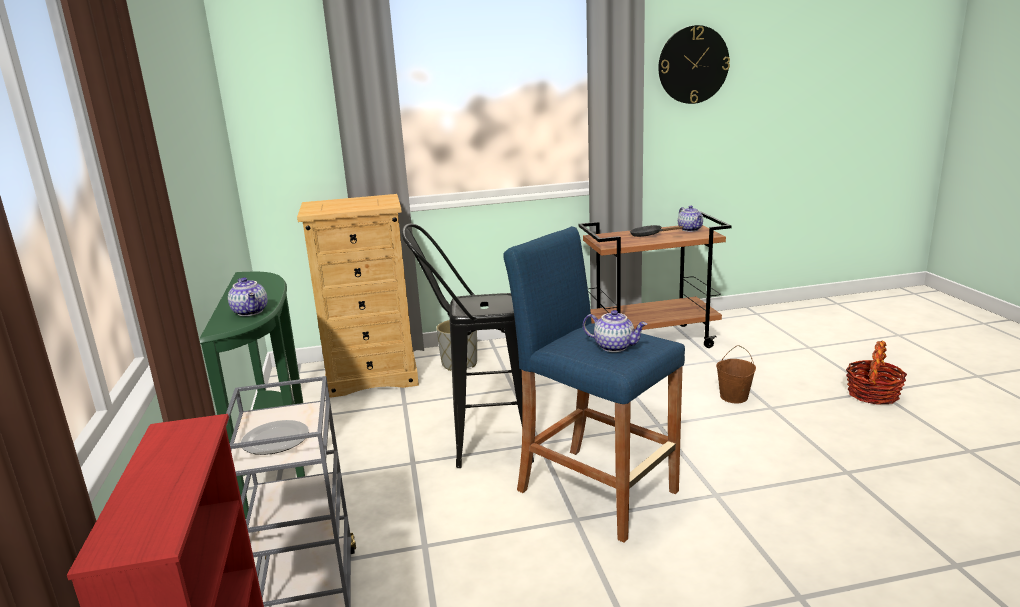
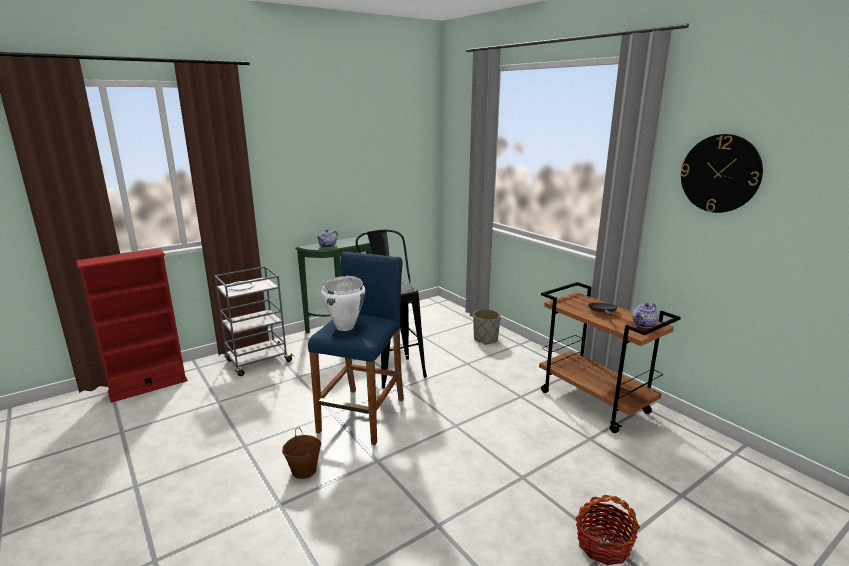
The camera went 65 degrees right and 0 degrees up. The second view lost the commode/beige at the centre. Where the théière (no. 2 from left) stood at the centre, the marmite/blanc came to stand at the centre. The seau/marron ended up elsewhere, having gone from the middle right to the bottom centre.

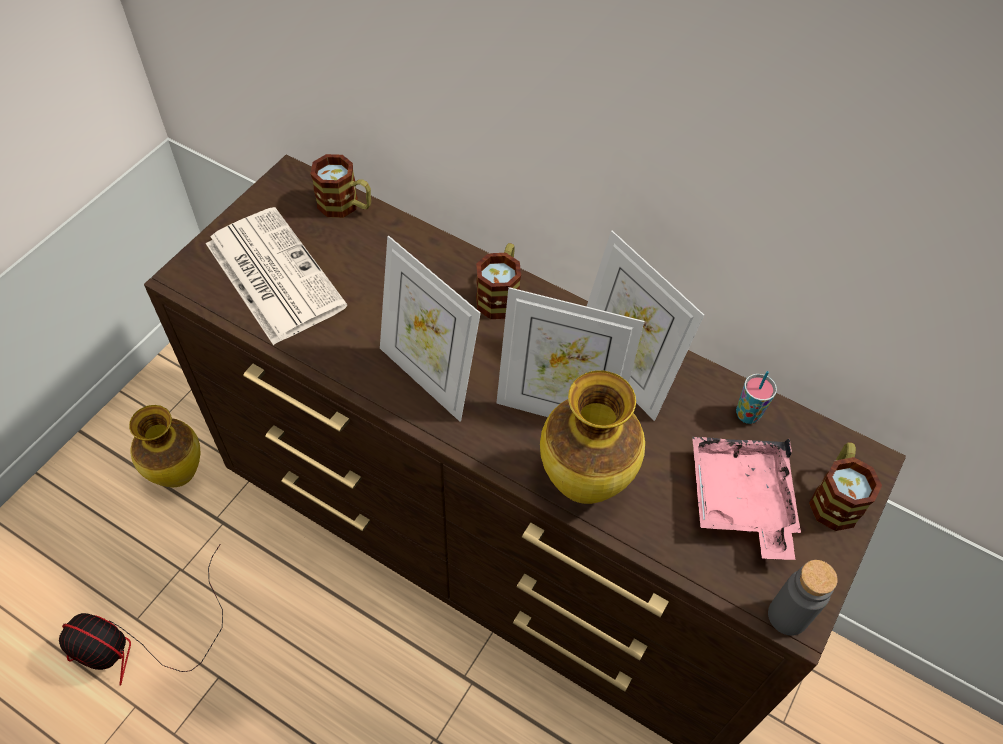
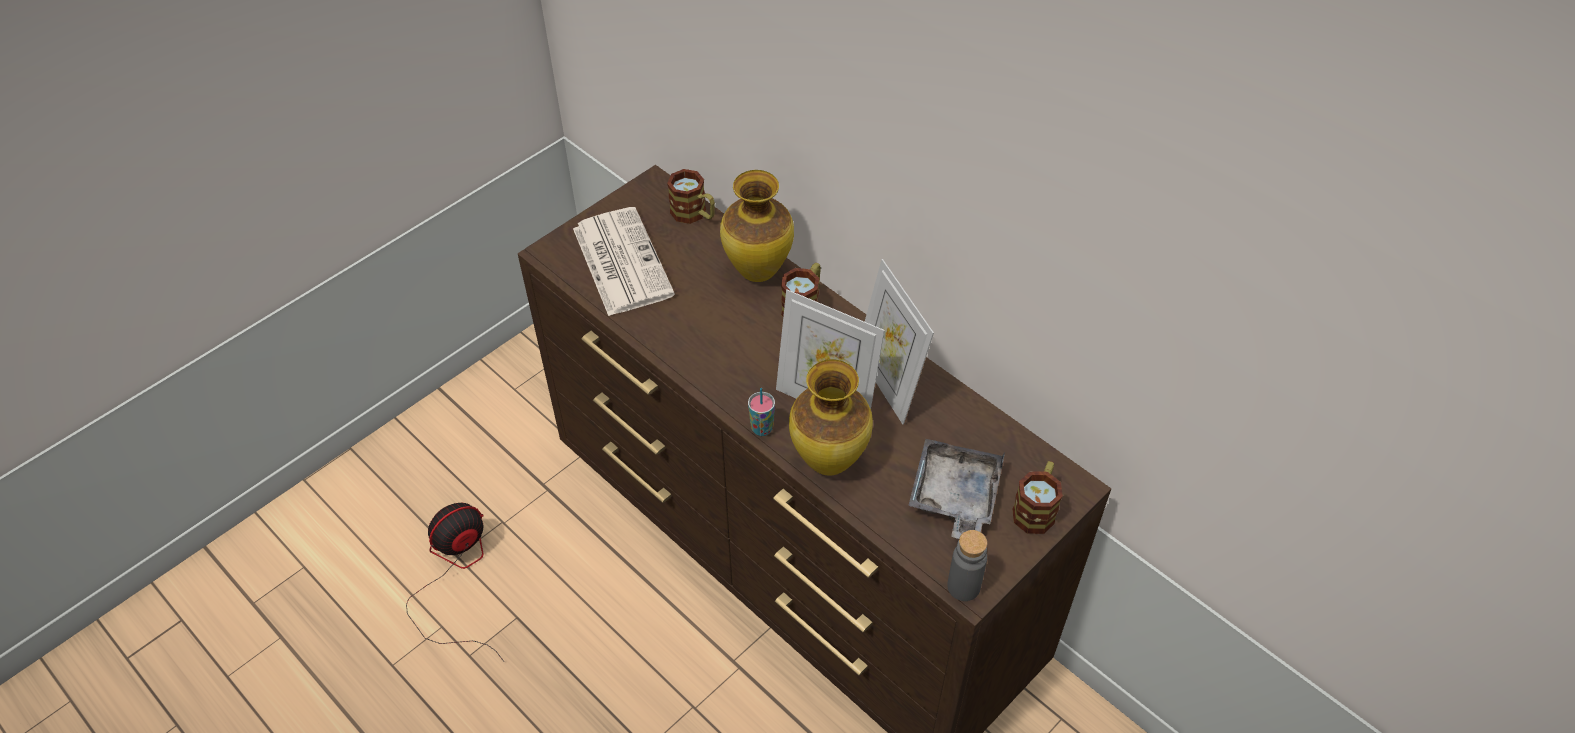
The camera went 15 degrees right and 5 degrees down. The second view lost the cadre photo (no. 1 from left) at the centre. The tasse ended up elsewhere, having gone from the middle right to the centre. The vase (no. 1 from left) ended up elsewhere, having gone from the middle left to the top centre. What was the plateau/rose at the bottom right turned into the plateau/gris at the bottom centre. The ventilateur at the bottom left ended up facing another way, 105 degrees clockwise from before.

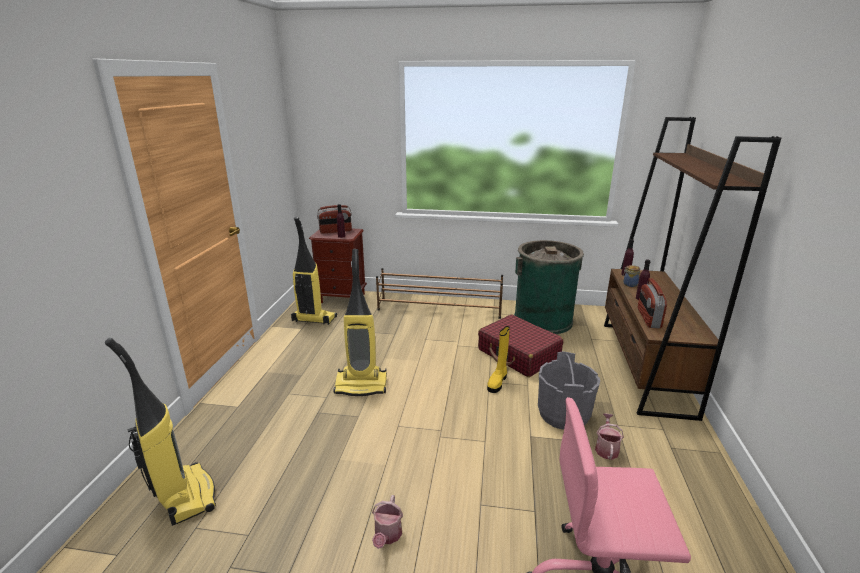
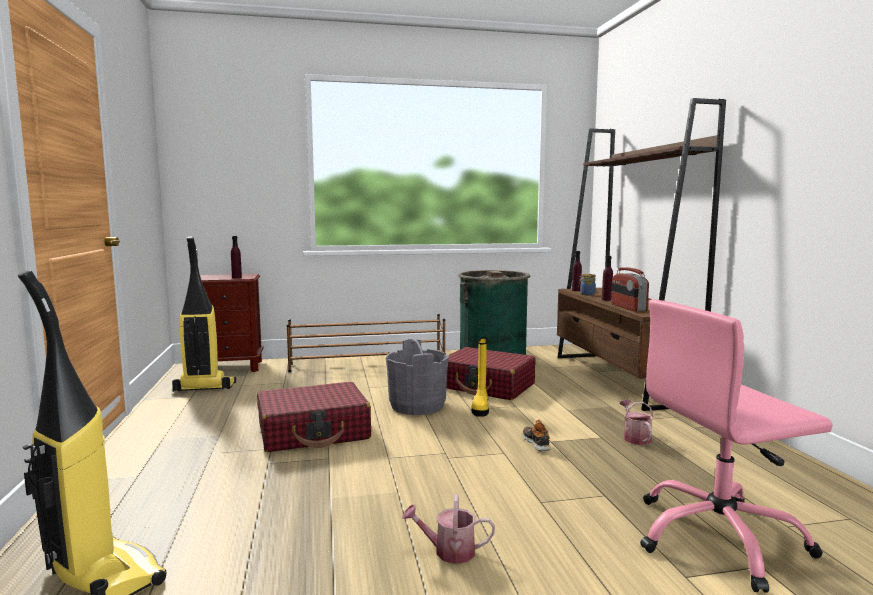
The camera went 20 degrees left and 15 degrees down. The second view lost the radio (no. 1 from left) at the centre. Where the aspirateur (no. 3 from left) stood at the centre, the valise/rouge (no. 1 from left) came to stand at the bottom centre. The seau/gris ended up elsewhere, having gone from the bottom centre to the centre. The arrosoir (no. 1 from left) at the bottom centre ended up facing another way, 105 degrees clockwise from before. The second view gained the chaussure at the bottom centre.

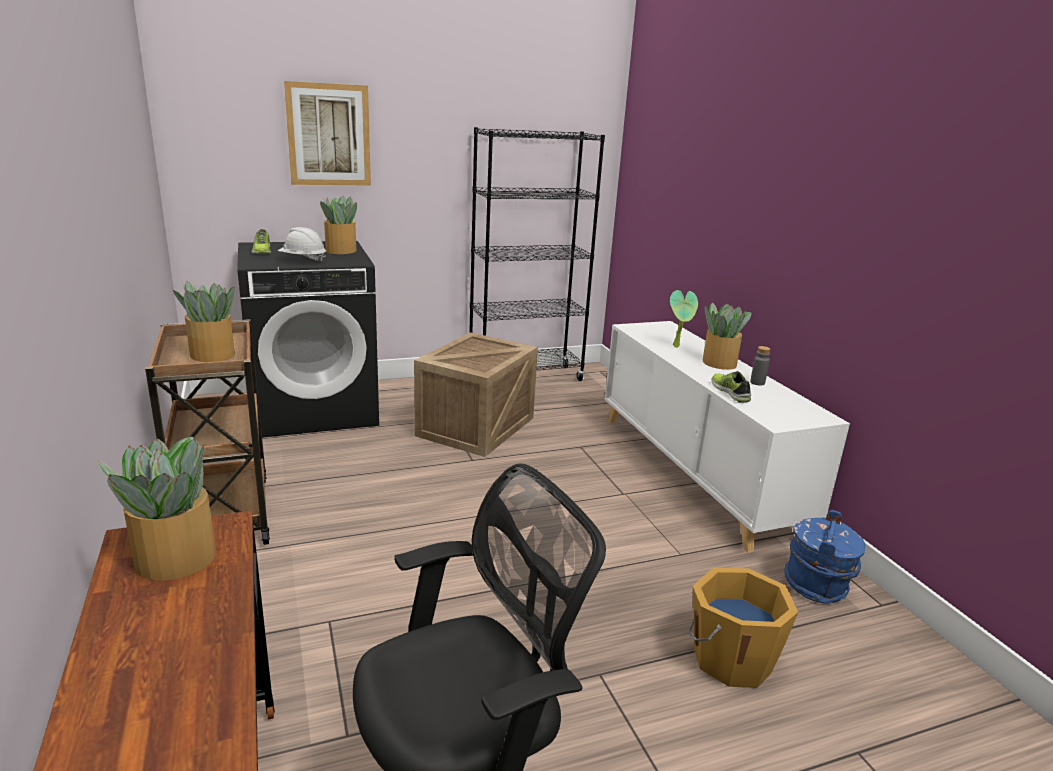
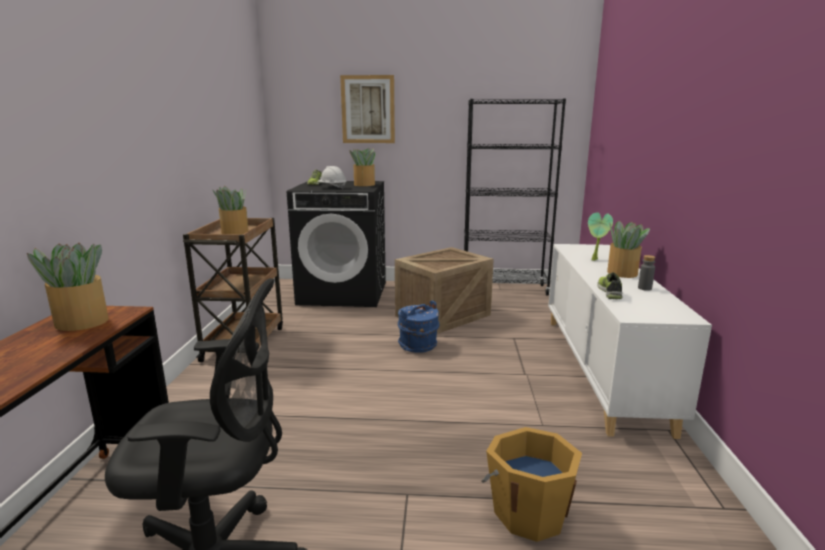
The camera went 25 degrees right and 5 degrees down. The seau/bleu ended up elsewhere, having gone from the bottom right to the centre.

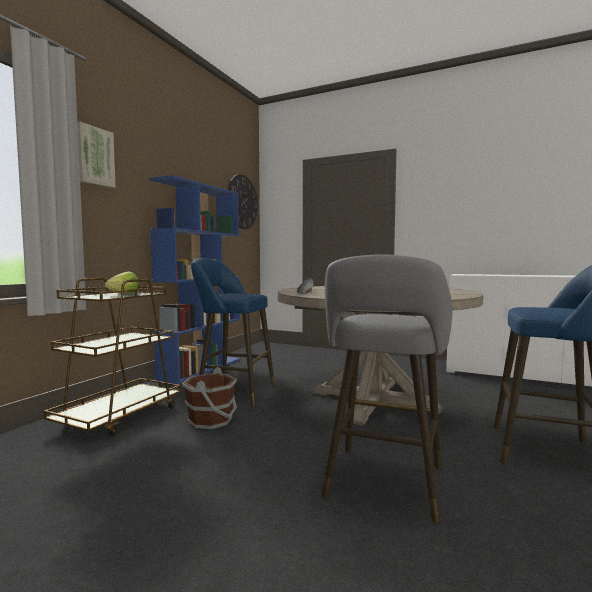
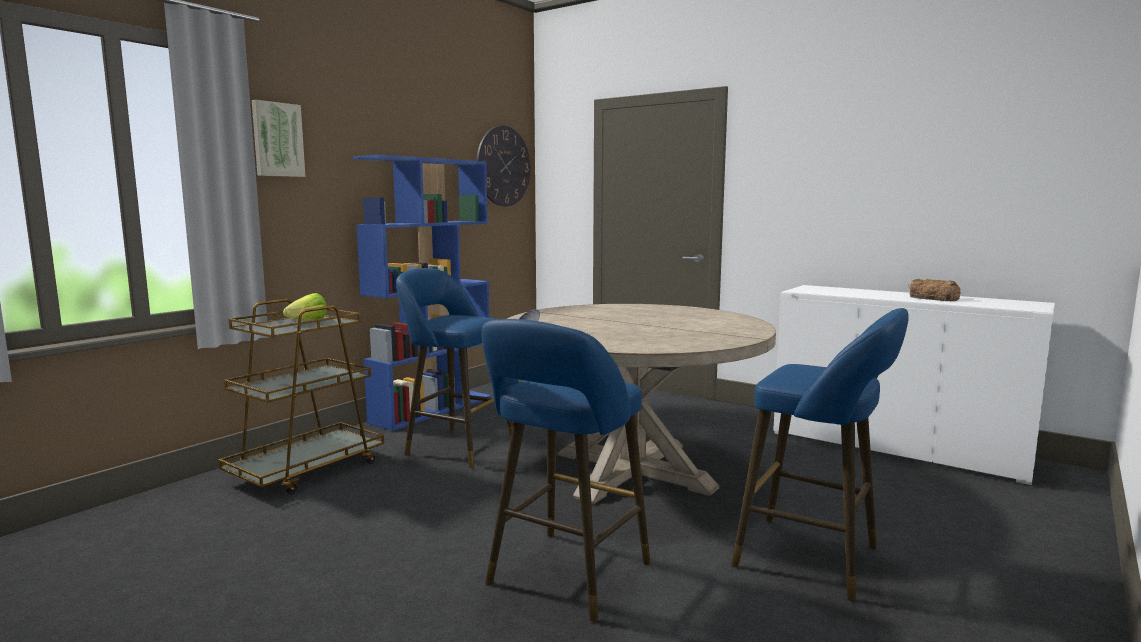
The camera went 10 degrees right and 5 degrees up. What was the tabouret/gris at the centre turned into the tabouret/bleu (no. 2 from left) at the bottom centre. The second view lost the seau/marron at the bottom centre. The second view gained the pain at the middle right.

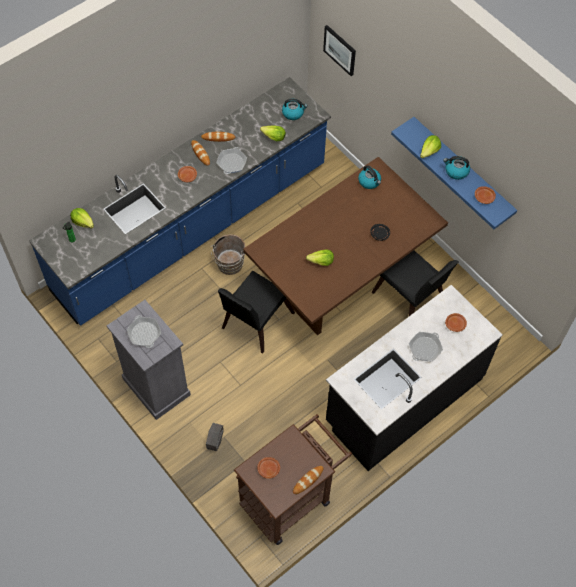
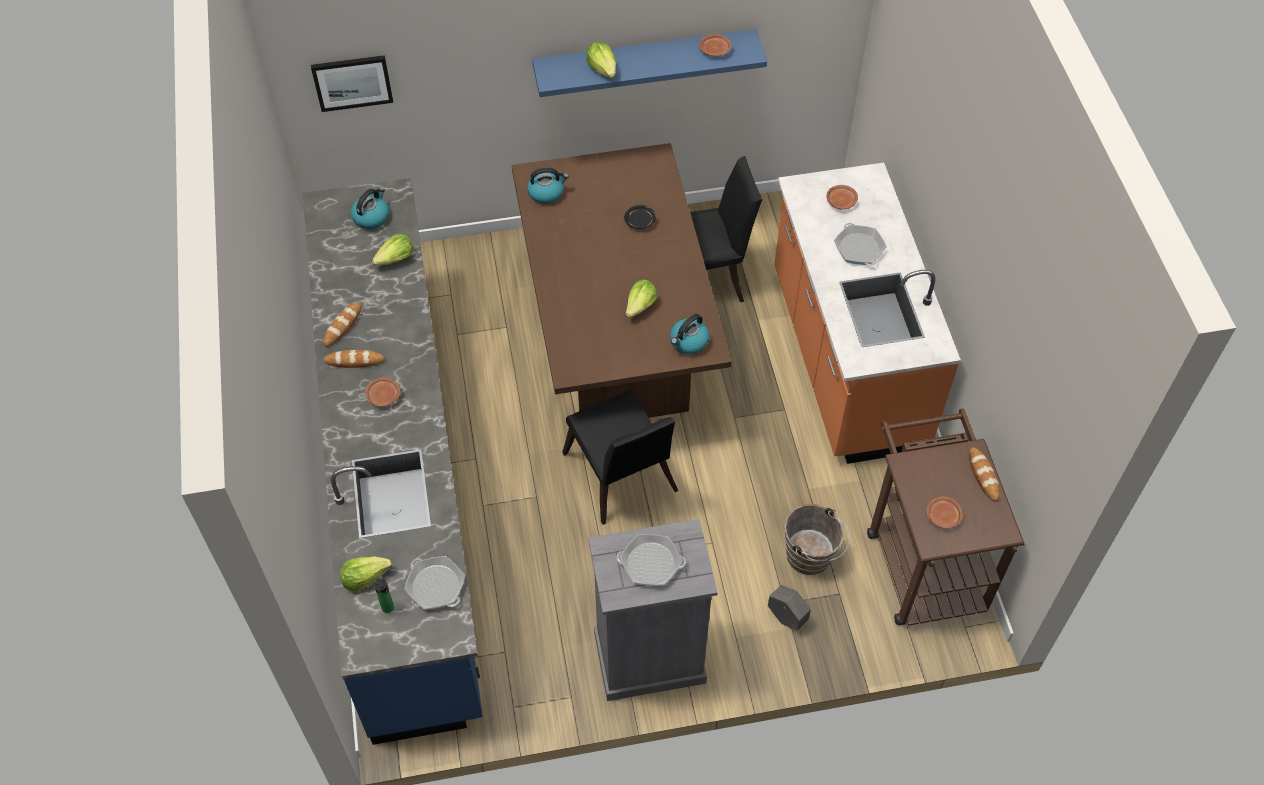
The camera went 60 degrees left and 5 degrees down. The poêle (no. 2 from left in the first image) ended up elsewhere, having gone from the top centre to the bottom centre. The bouilloire (no. 3 from left) ended up elsewhere, having gone from the top right to the centre. The seau/marron ended up elsewhere, having gone from the centre to the bottom centre. What was the comptoir de cuisine/noir at the middle right turned into the comptoir de cuisine/orange at the middle right.

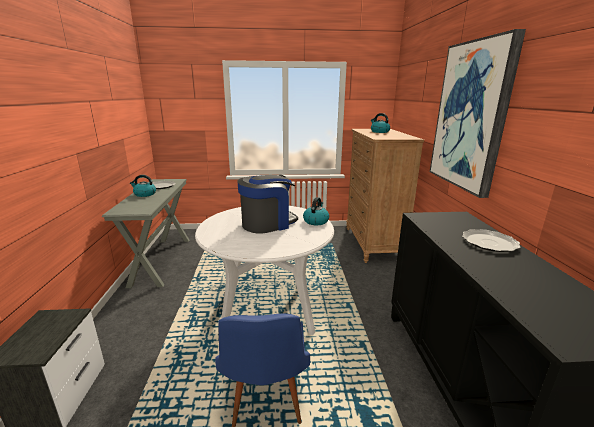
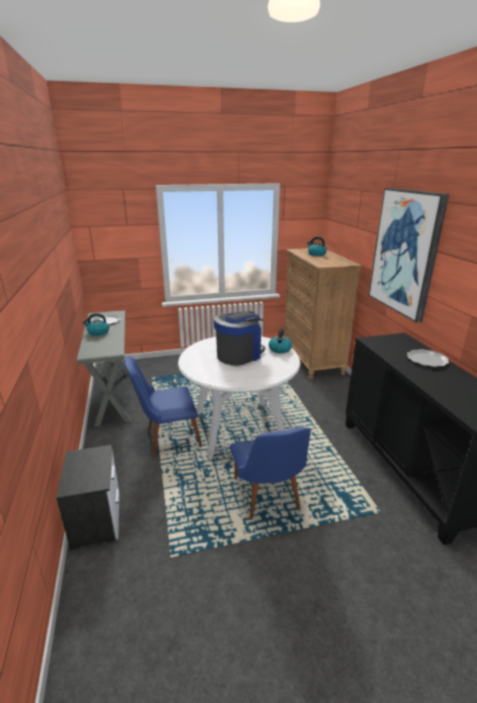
The camera went 10 degrees left and 5 degrees up. The second view gained the chaise/bleu (no. 1 from left) at the centre.

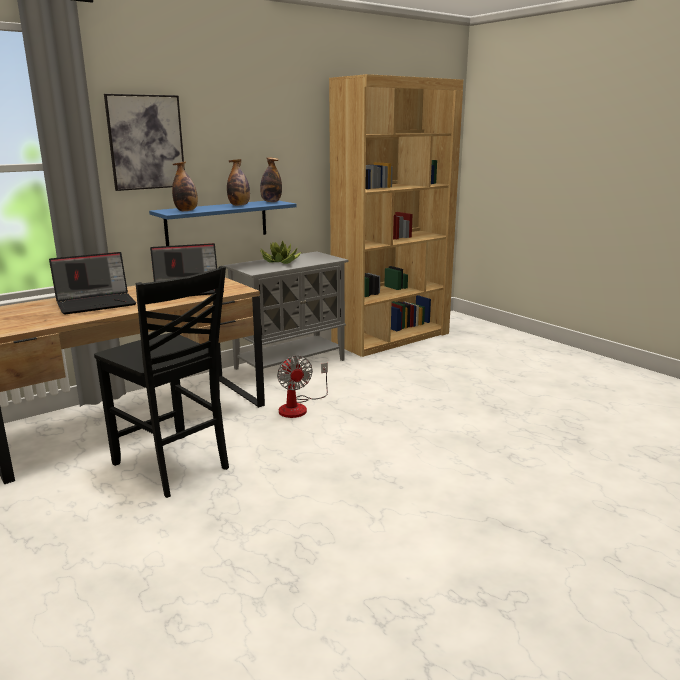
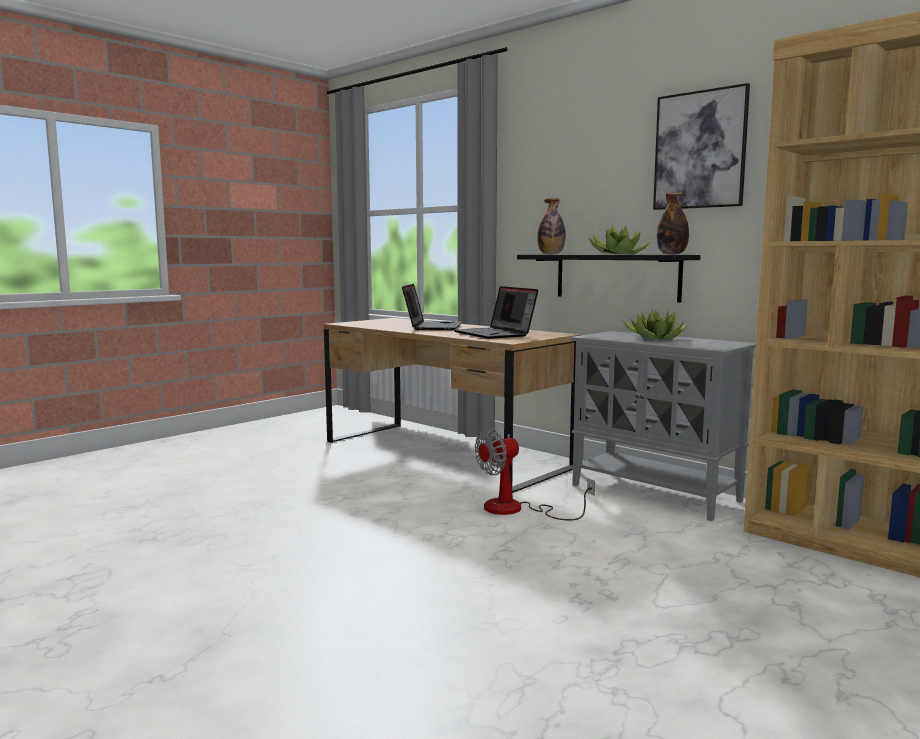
The camera went 80 degrees right and 10 degrees down. The tableau ended up elsewhere, having gone from the top left to the top right. Where the bouteille (no. 2 from left) stood at the top centre, the plante en pot (no. 1 from left) came to stand at the top right. What was the étagère/bleu at the top left turned into the étagère/noir at the centre. The ordinateur portable (no. 1 from left) at the middle left ended up facing another way, 135 degrees counterclockwise from before. The second view lost the chaise/noir at the middle left.

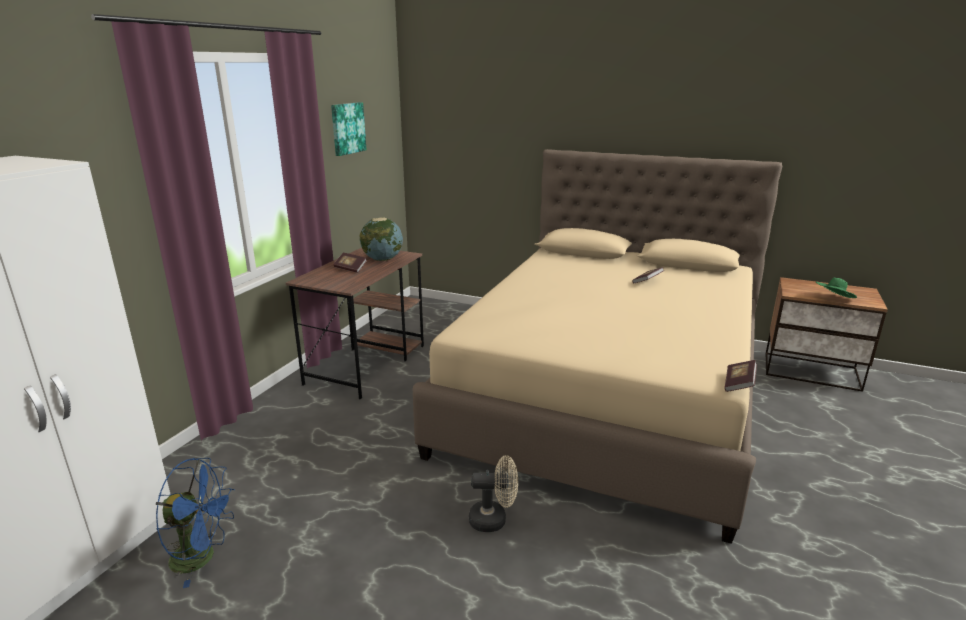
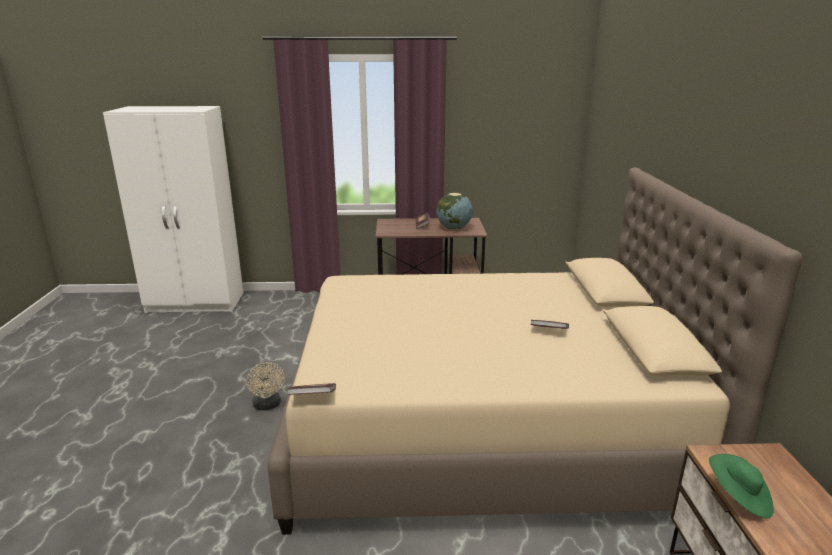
The camera went 65 degrees right and 0 degrees up. The second view lost the tableau at the top centre. The second view lost the ventilateur/bleu at the bottom left.

